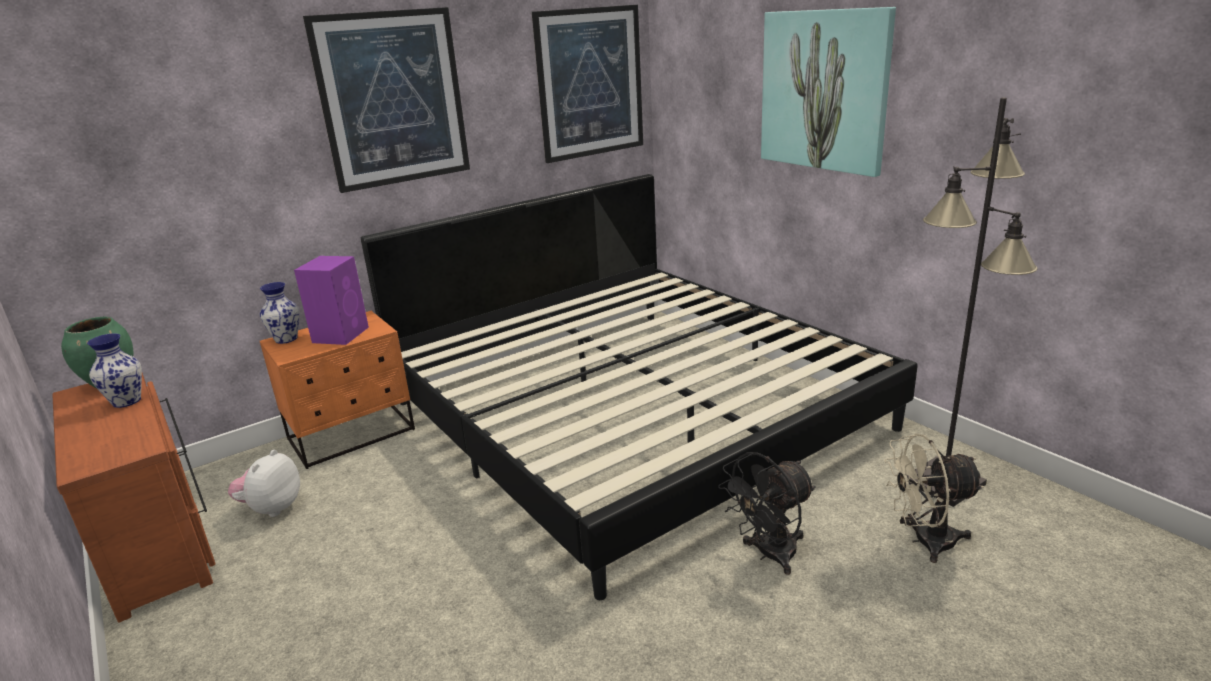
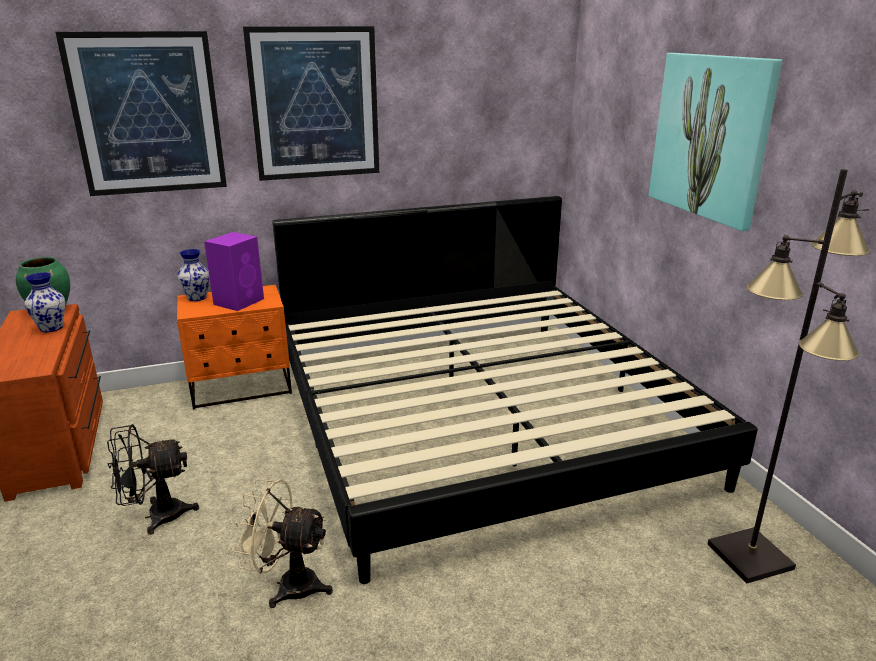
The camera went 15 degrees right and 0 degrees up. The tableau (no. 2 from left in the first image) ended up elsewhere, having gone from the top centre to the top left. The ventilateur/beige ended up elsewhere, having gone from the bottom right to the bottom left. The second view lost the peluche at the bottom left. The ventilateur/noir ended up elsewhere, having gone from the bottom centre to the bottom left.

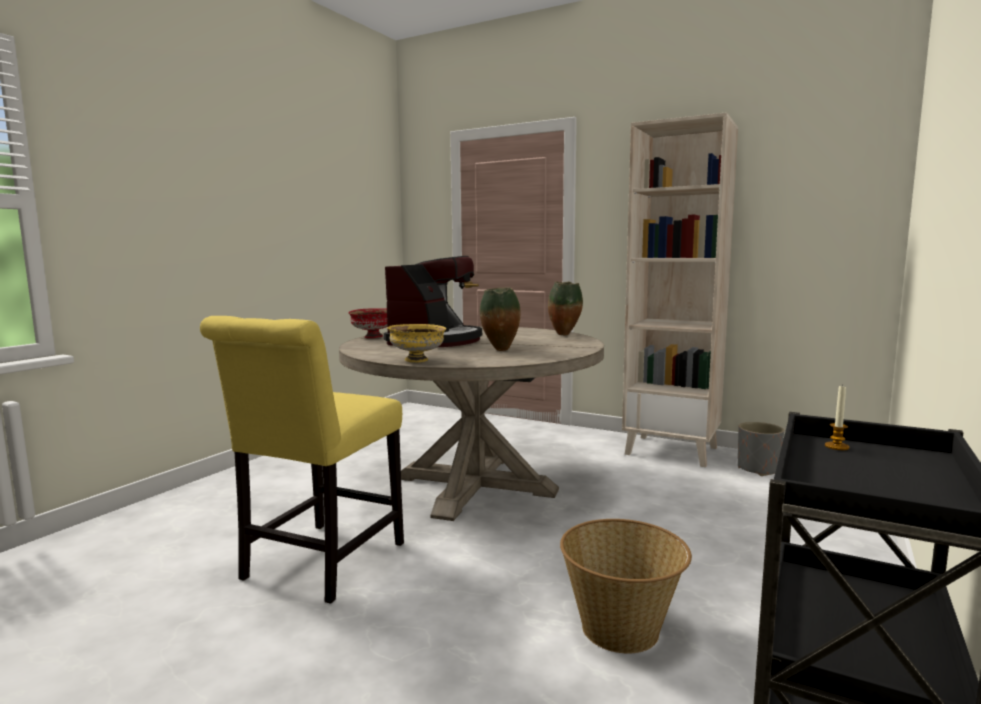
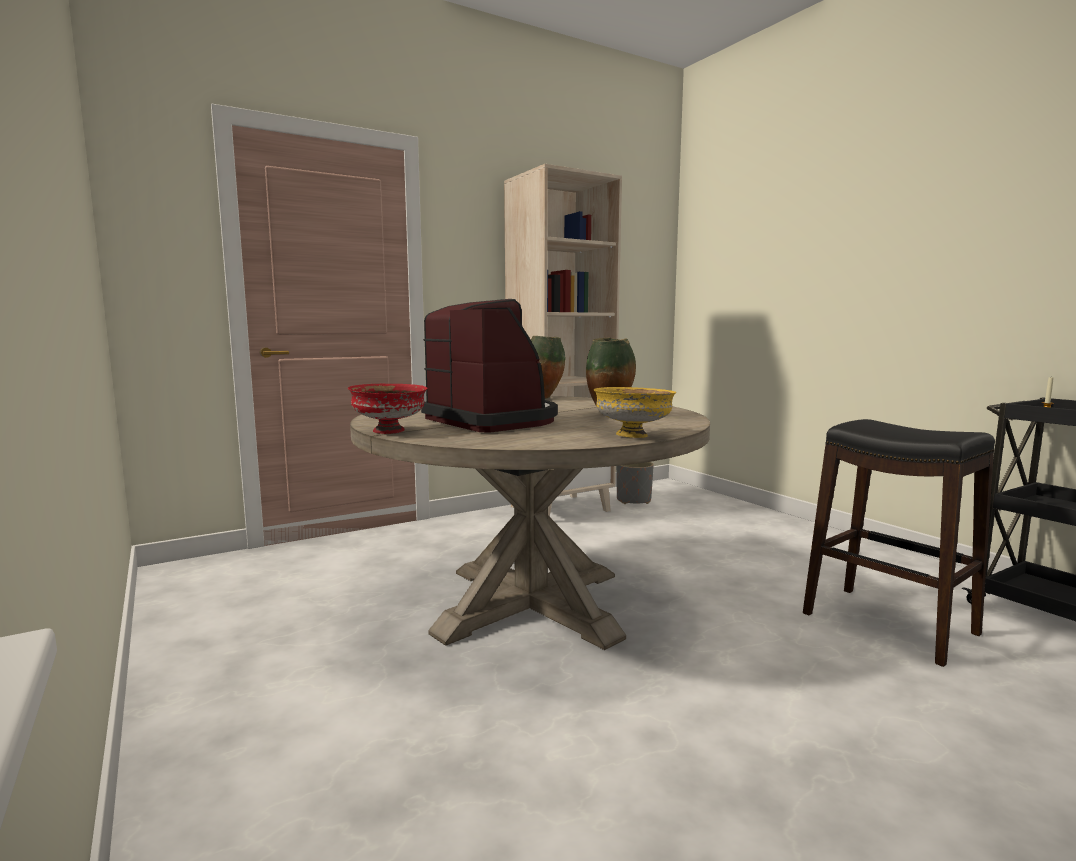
The camera went 60 degrees left and 0 degrees up. The second view lost the chaise/jaune at the middle left. Where the panier stood at the bottom centre, the tabouret/noir came to stand at the middle right.

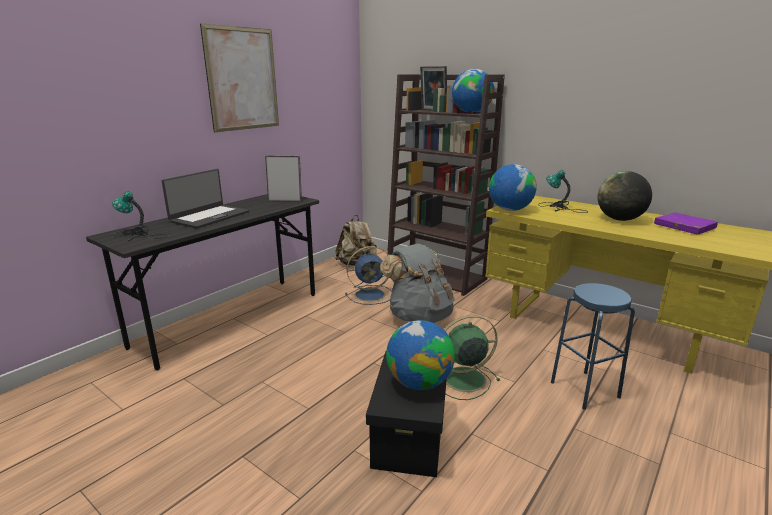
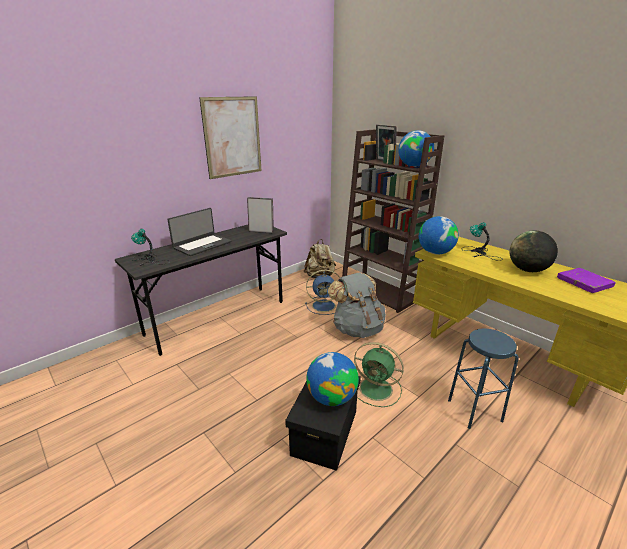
The camera went 10 degrees right and 5 degrees up. The ventilateur/vert at the bottom centre ended up facing another way, 150 degrees counterclockwise from before.

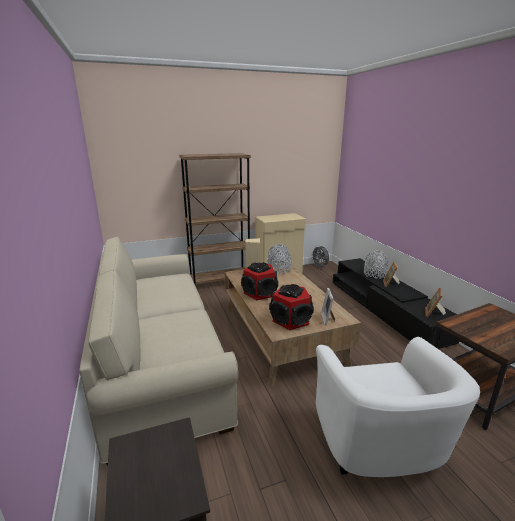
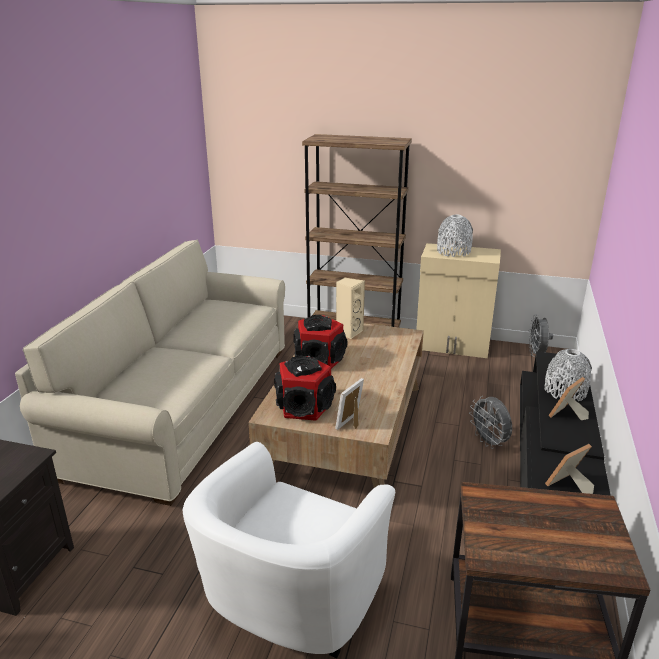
The camera went 35 degrees right and 5 degrees up. The vase/gris (no. 1 from left) ended up elsewhere, having gone from the centre to the middle right. The second view gained the ventilateur/gris (no. 1 from left) at the middle right.

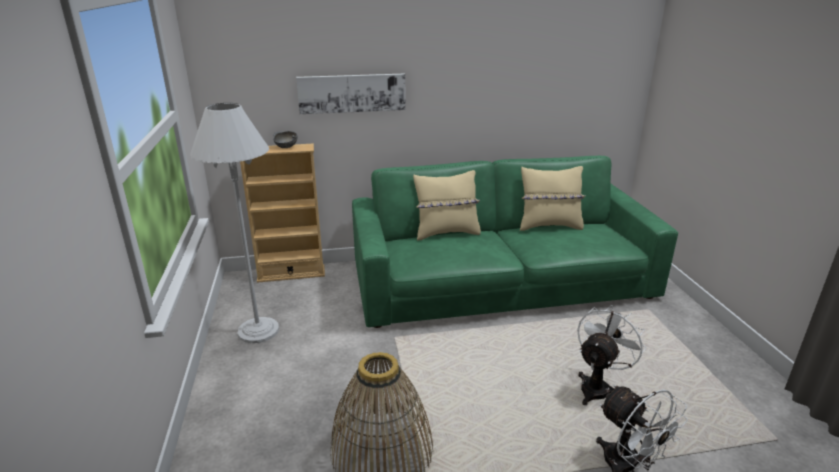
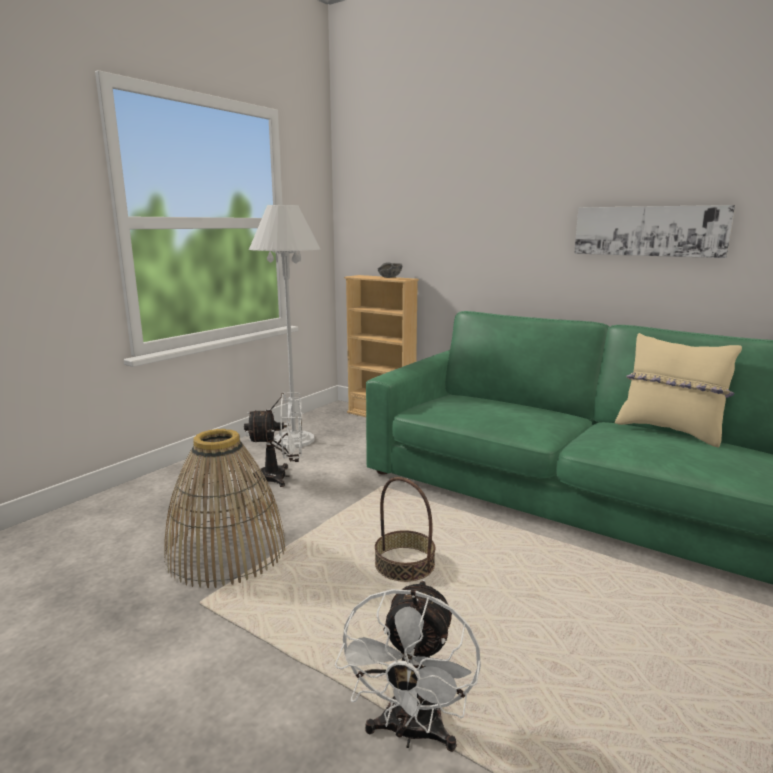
The camera went 45 degrees right and 10 degrees down. The tableau ended up elsewhere, having gone from the top centre to the top right. The second view lost the coussin/beige (no. 1 from left) at the centre. The ventilateur/blanc (no. 1 from left) ended up elsewhere, having gone from the bottom right to the centre. The second view gained the panier (no. 2 from left) at the bottom centre.

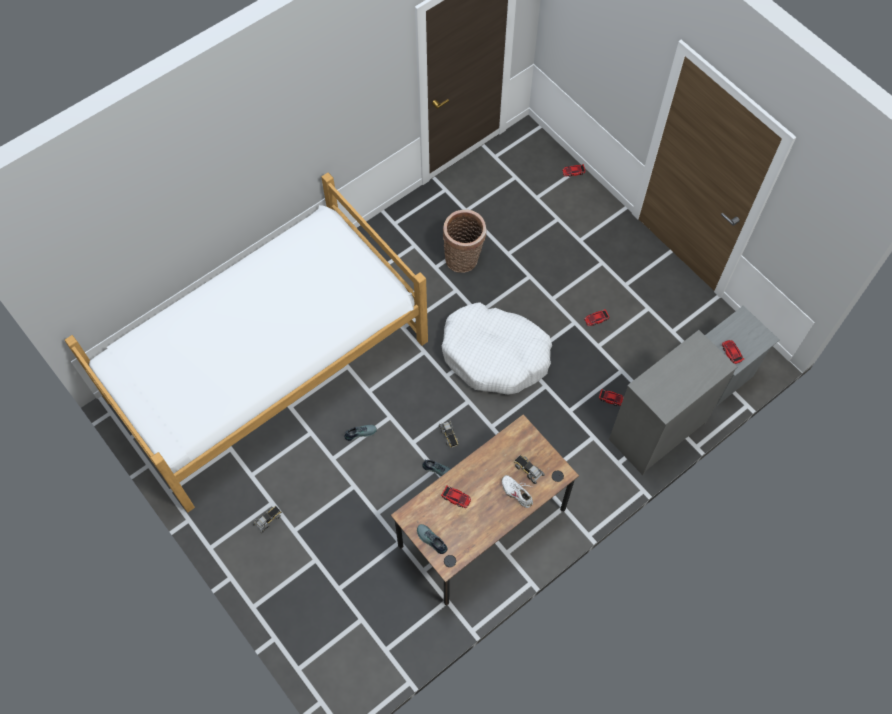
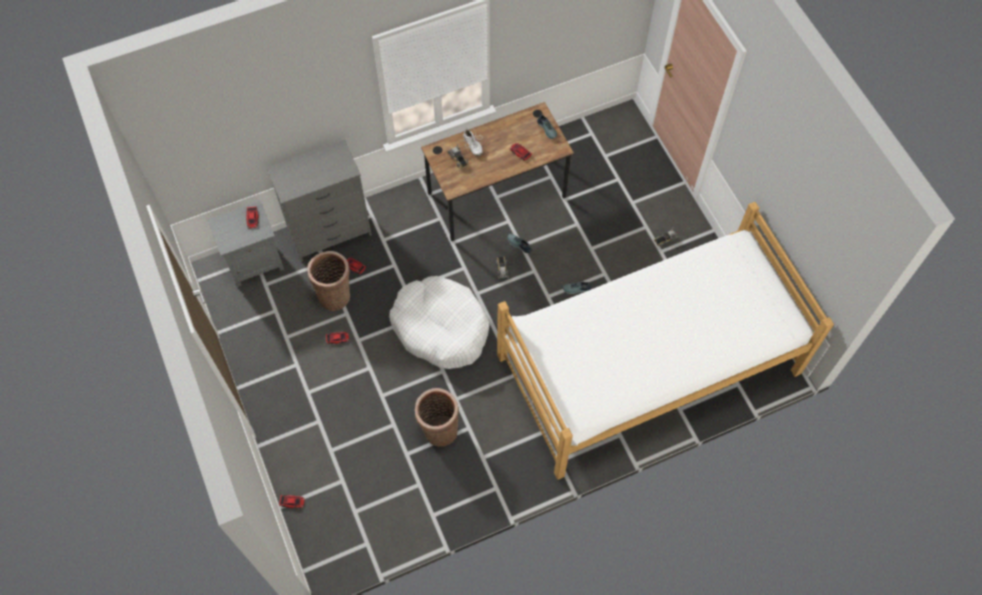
The camera went 165 degrees left and 0 degrees up. The second view gained the panier (no. 1 from left) at the centre.

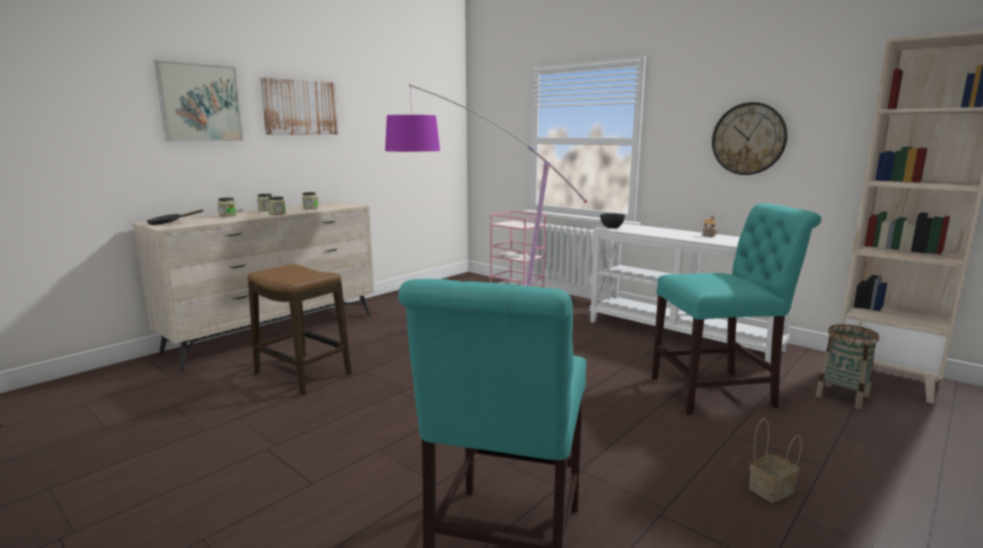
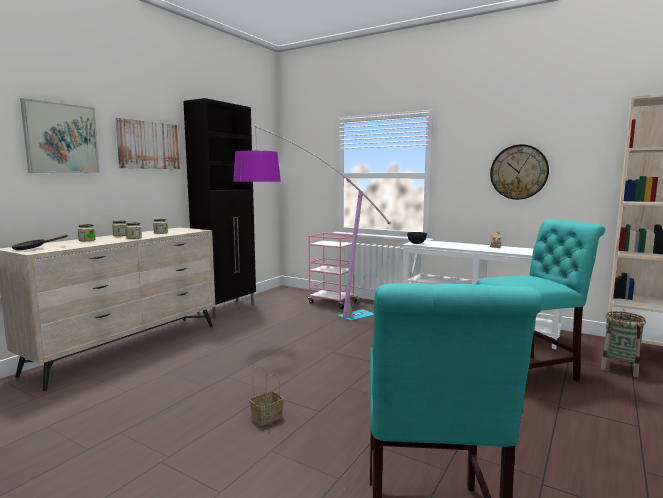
The camera went 10 degrees left and 5 degrees down. The second view lost the tabouret at the middle left. The panier (no. 1 from left) ended up elsewhere, having gone from the bottom right to the bottom centre. The second view gained the meuble de rangement/noir at the middle left.

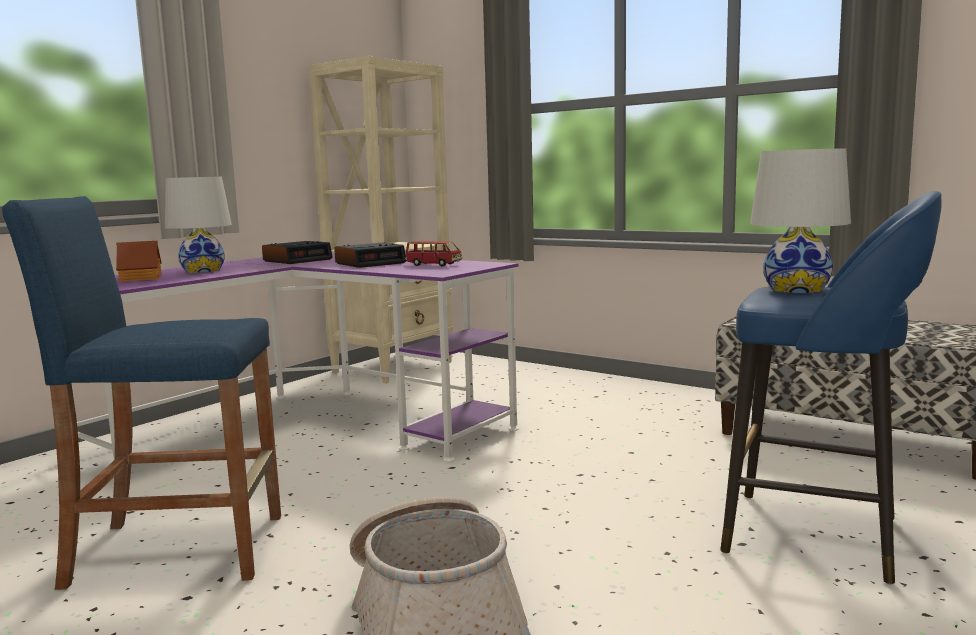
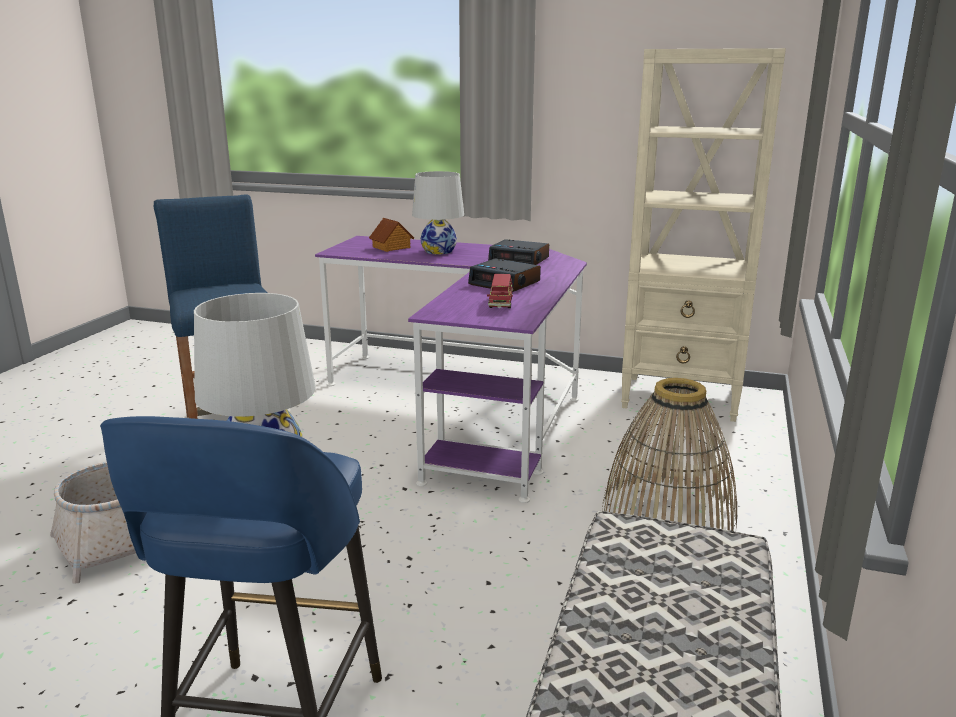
The camera went 70 degrees right and 10 degrees up. The second view gained the panier (no. 2 from left) at the middle right.

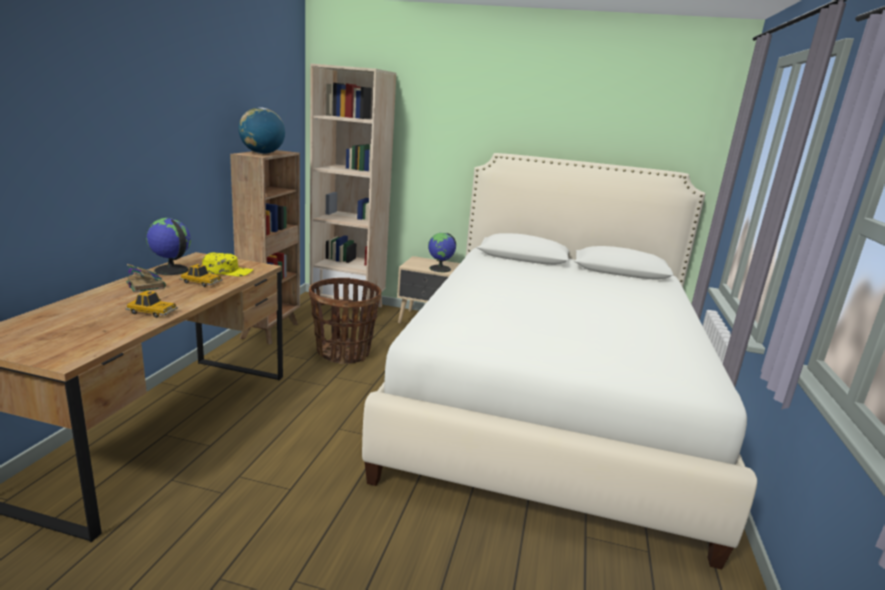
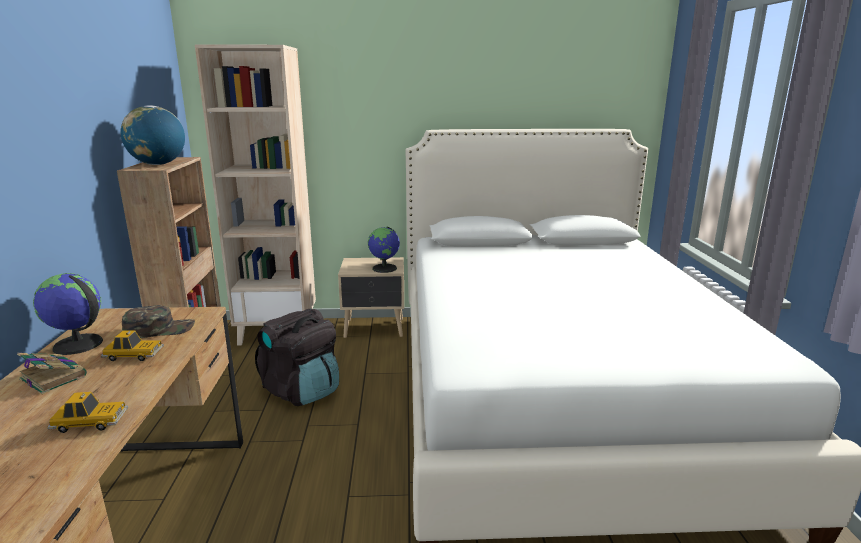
The camera went 15 degrees left and 0 degrees up. What was the casquette/jaune at the middle left turned into the casquette/vert at the middle left. Where the panier stood at the centre, the sac à dos/noir came to stand at the centre.

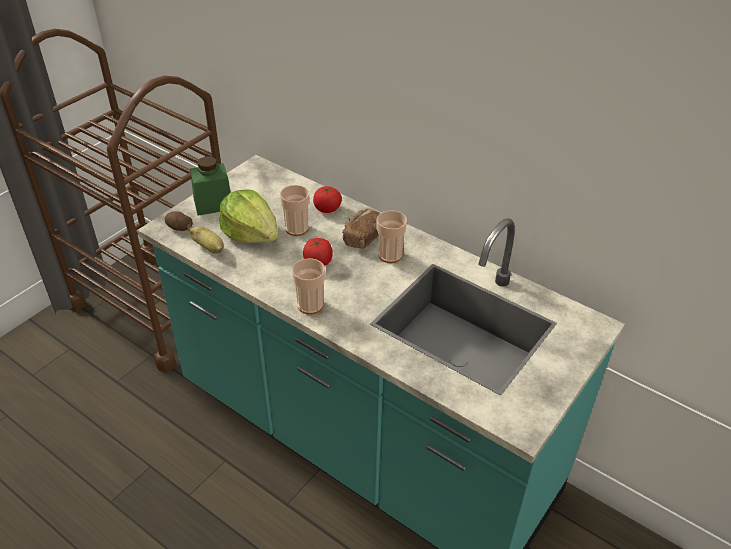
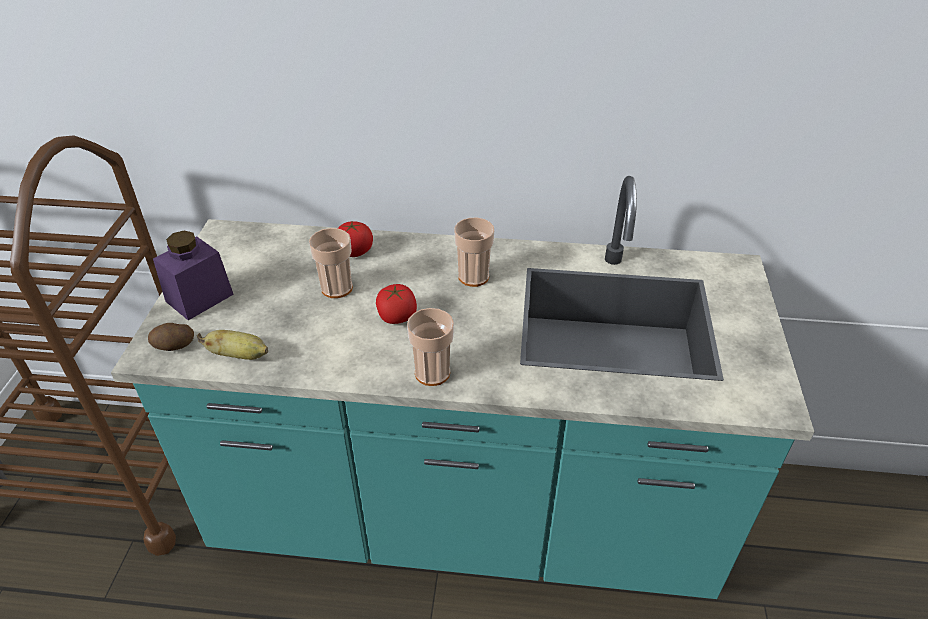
The camera went 30 degrees left and 0 degrees up. What was the bocal/vert at the middle left turned into the bocal/violet at the middle left. The second view lost the laitue at the centre. The second view lost the pain at the centre.

